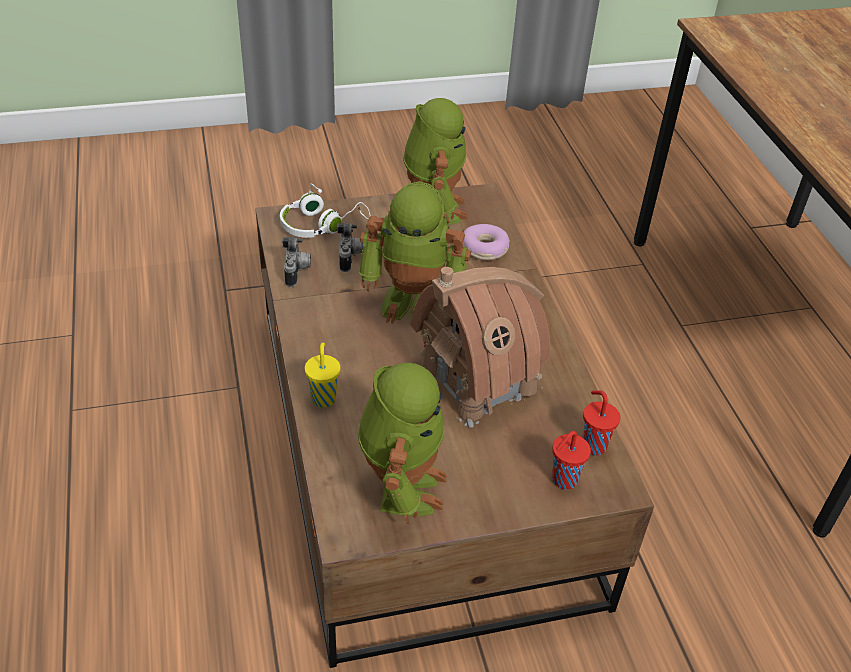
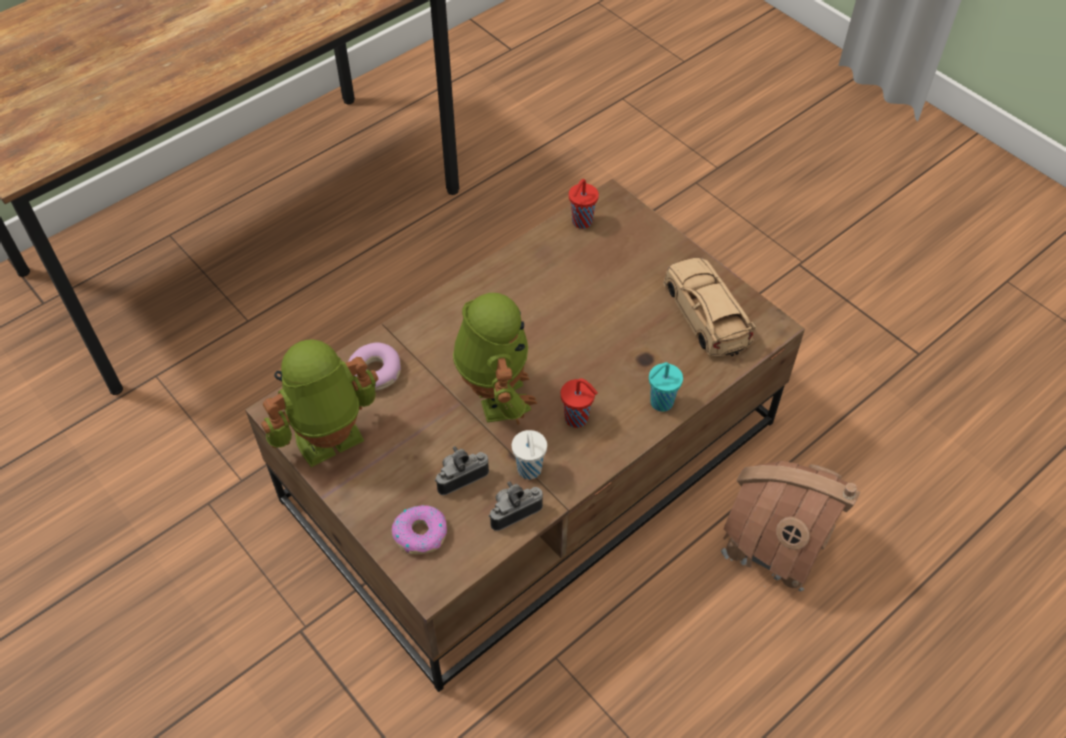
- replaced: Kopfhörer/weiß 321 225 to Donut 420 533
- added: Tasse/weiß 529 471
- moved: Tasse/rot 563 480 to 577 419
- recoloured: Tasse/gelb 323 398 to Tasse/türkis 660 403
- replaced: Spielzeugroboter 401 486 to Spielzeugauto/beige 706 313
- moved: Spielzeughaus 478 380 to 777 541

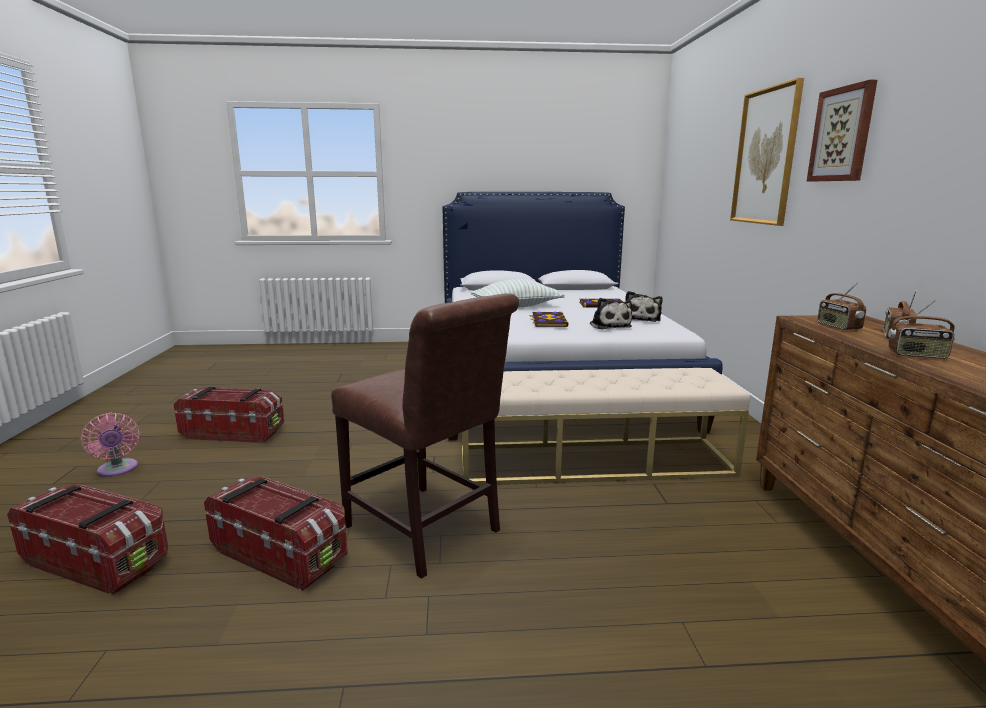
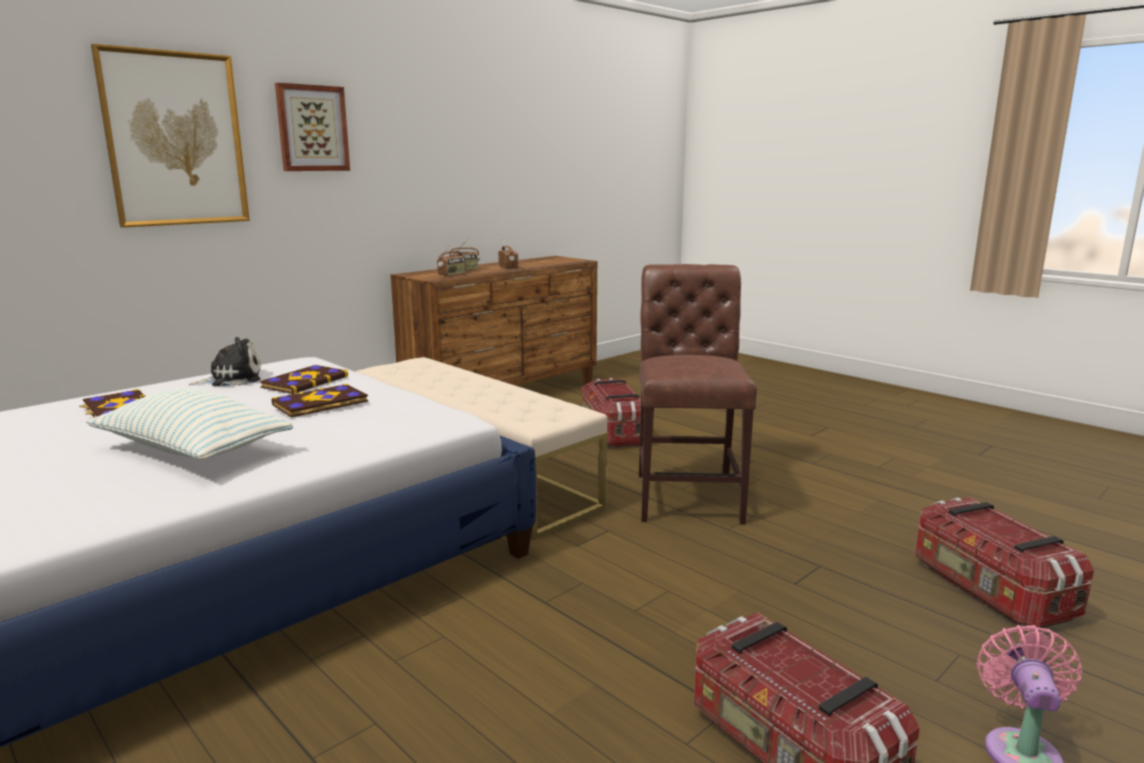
- replaced: Plüschtier 609 326 to Buch 304 382
- moved: Aufbewahrungsbox 281 554 to 612 432

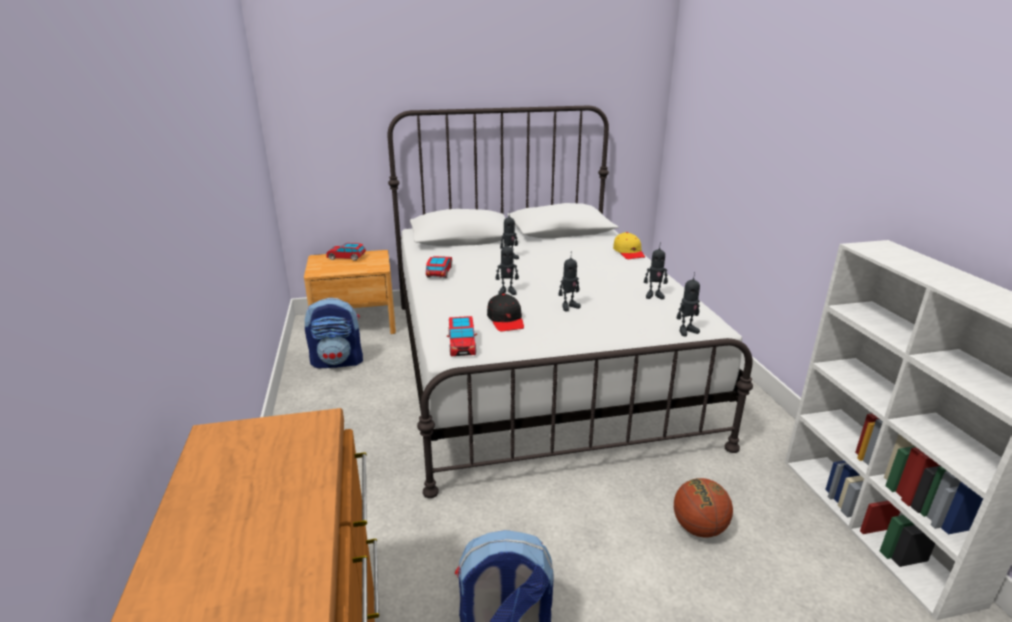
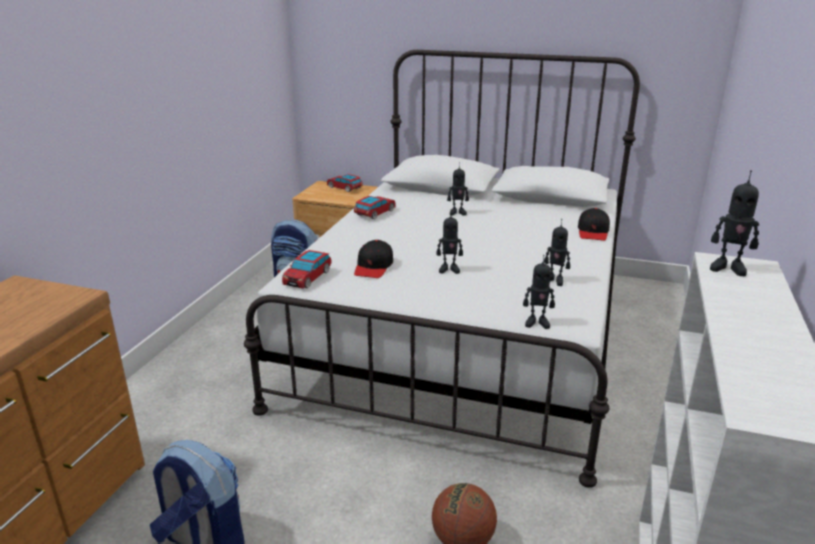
- recoloured: Kappe/gelb 629 252 to Kappe/schwarz 593 232
- moved: Spielzeugroboter 507 292 to 728 268

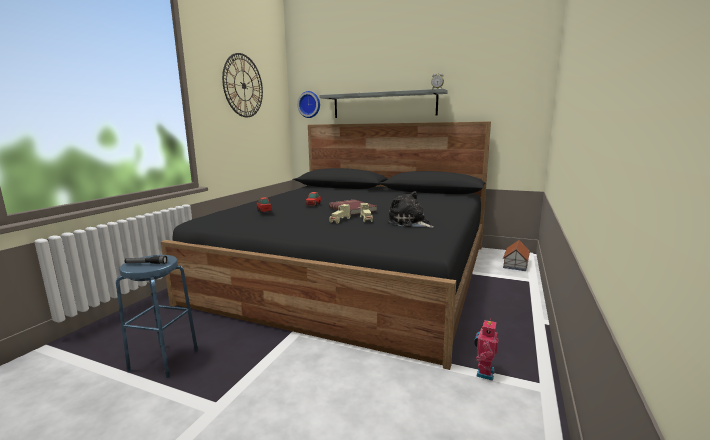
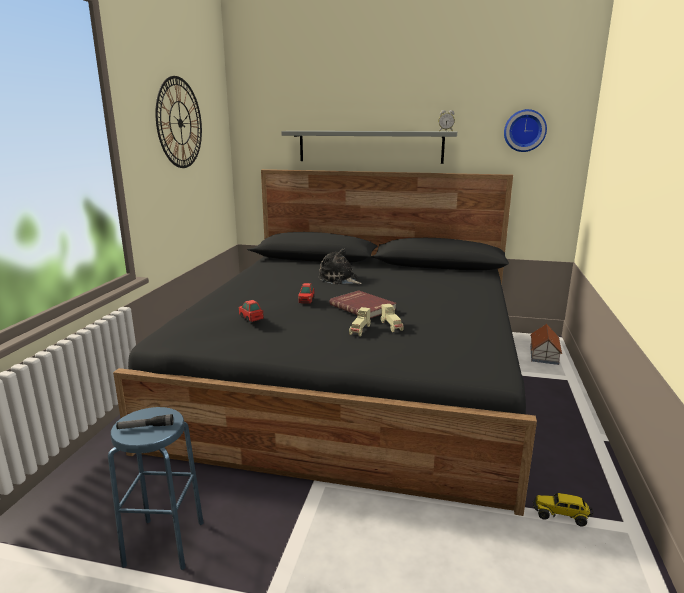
- moved: Plüschtier 409 222 to 339 279
- moved: Wanduhr 309 104 to 524 130
- replaced: Spielzeugroboter 483 373 to Spielzeuglaster 561 515

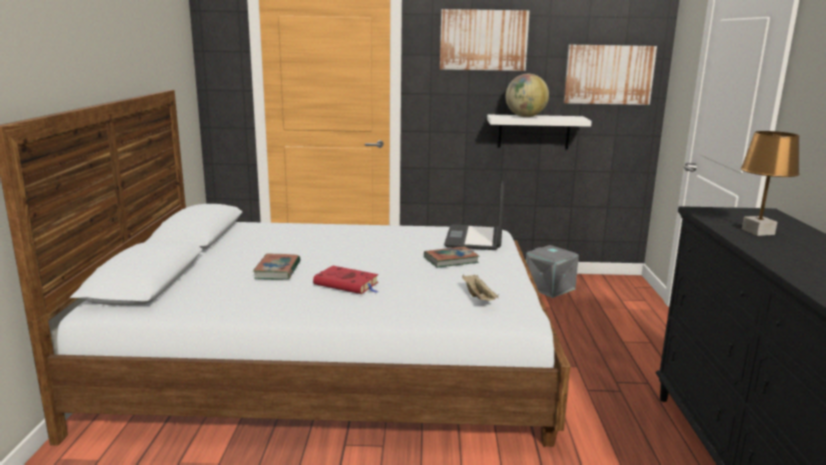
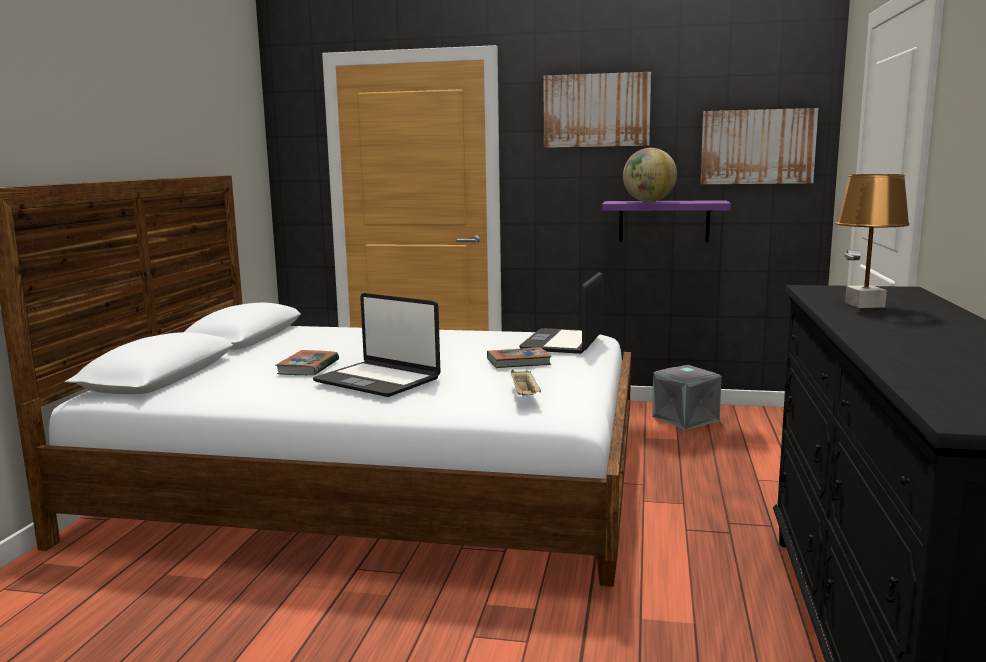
- replaced: Buch/rot 348 284 to Laptop 378 380
- recoloured: Wandregal/weiß 533 131 to Wandregal/lila 664 221

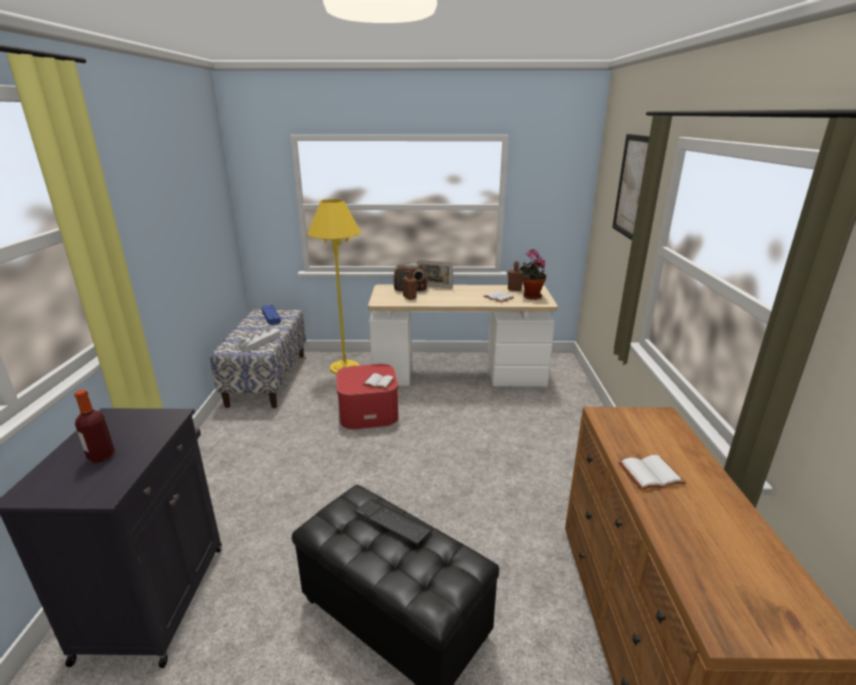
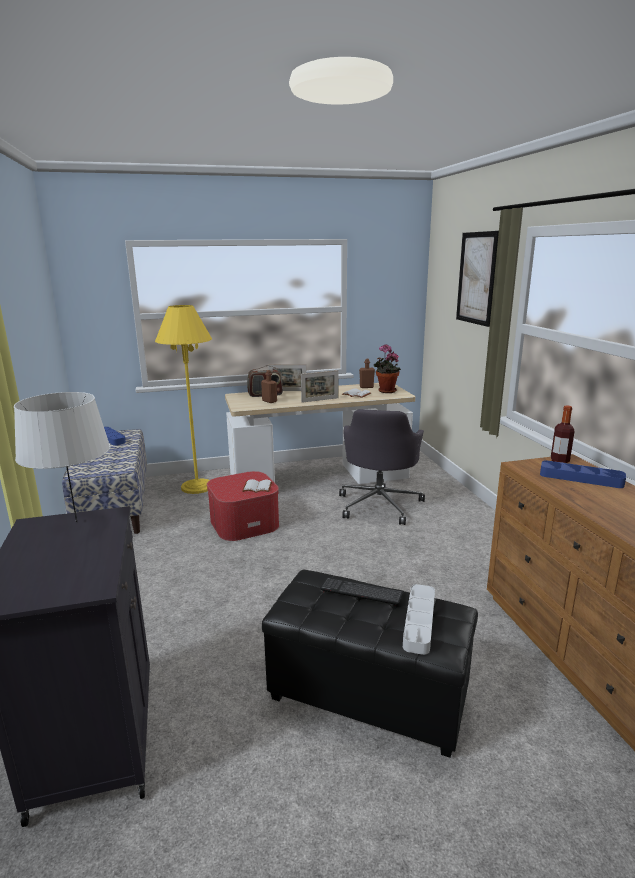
- added: Tischlampe/weiß 77 522
- added: Bilderrahmen 320 400
- added: Bürostuhl/grau 379 504
- moved: Tablett/grau 260 342 to 419 621
- added: Tablett/blau 581 478
- moved: Flasche 101 456 to 559 460
- removed: Buch/weiß 650 475

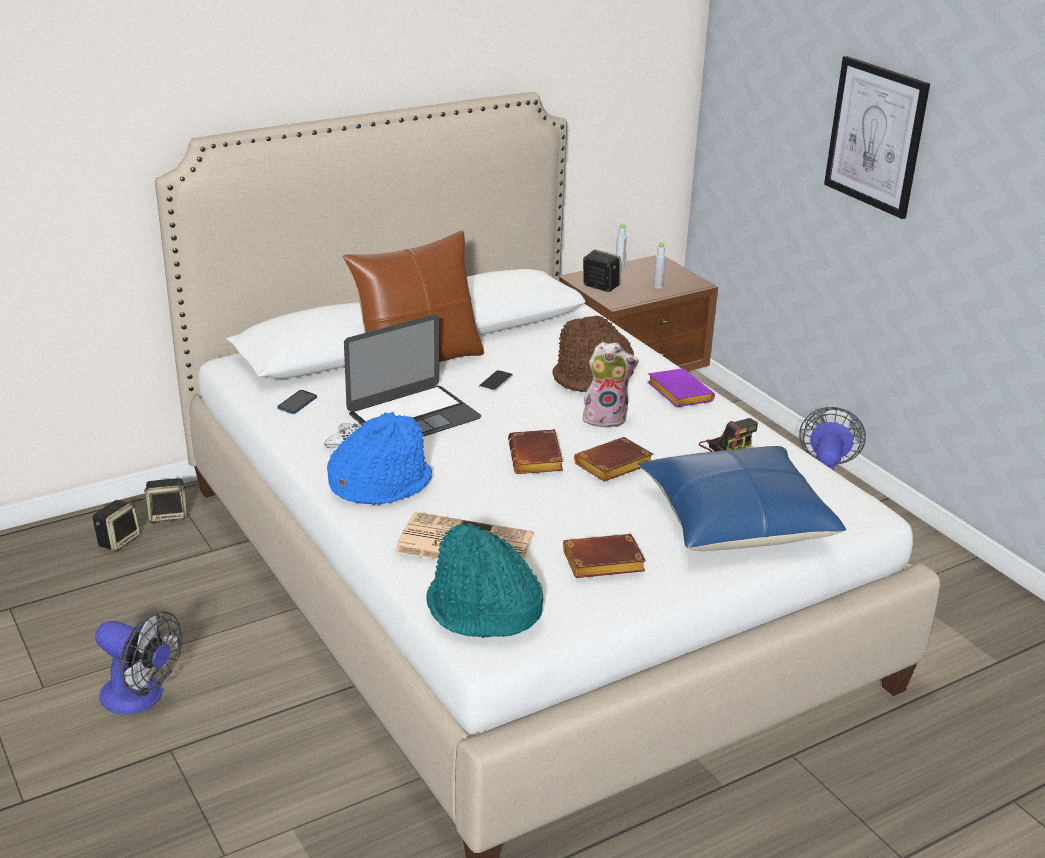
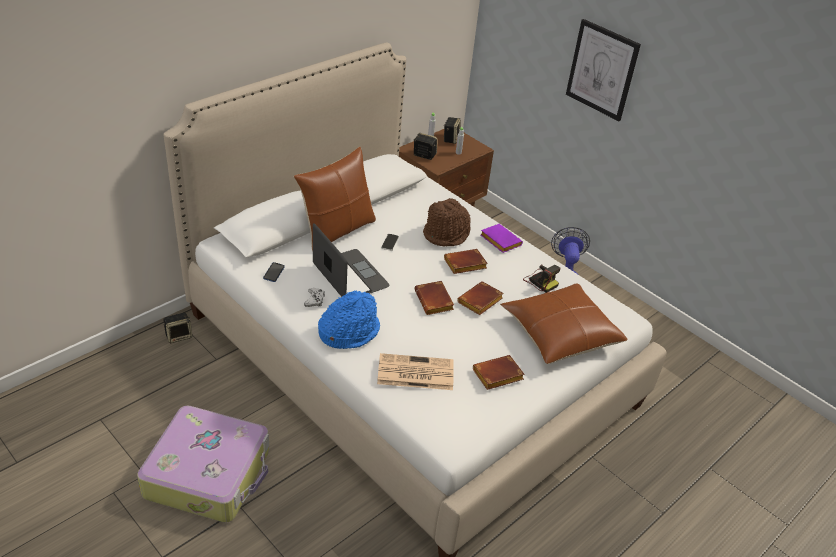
- replaced: Ventilator 141 698 to Koffer 209 473
- turned: Laptop 413 416 = 350 275 75 degrees counterclockwise
- moved: Lautsprecher 119 540 to 450 138
- replaced: Plüschtier 606 418 to Buch/braun 464 265
- recoloured: Kissen/blau 735 519 to Kissen/braun 560 333
- removed: Hut/türkis 482 611

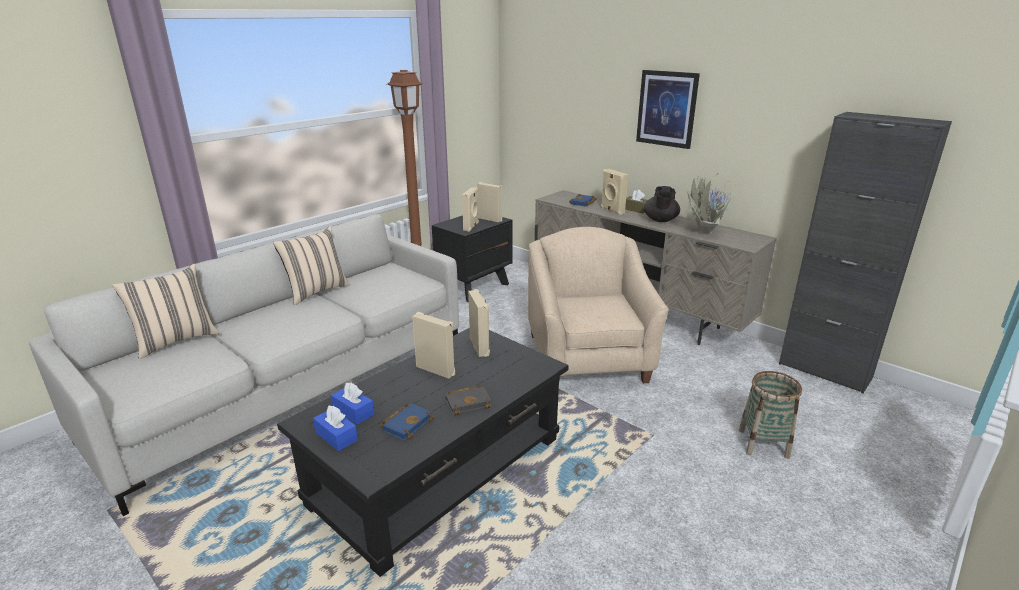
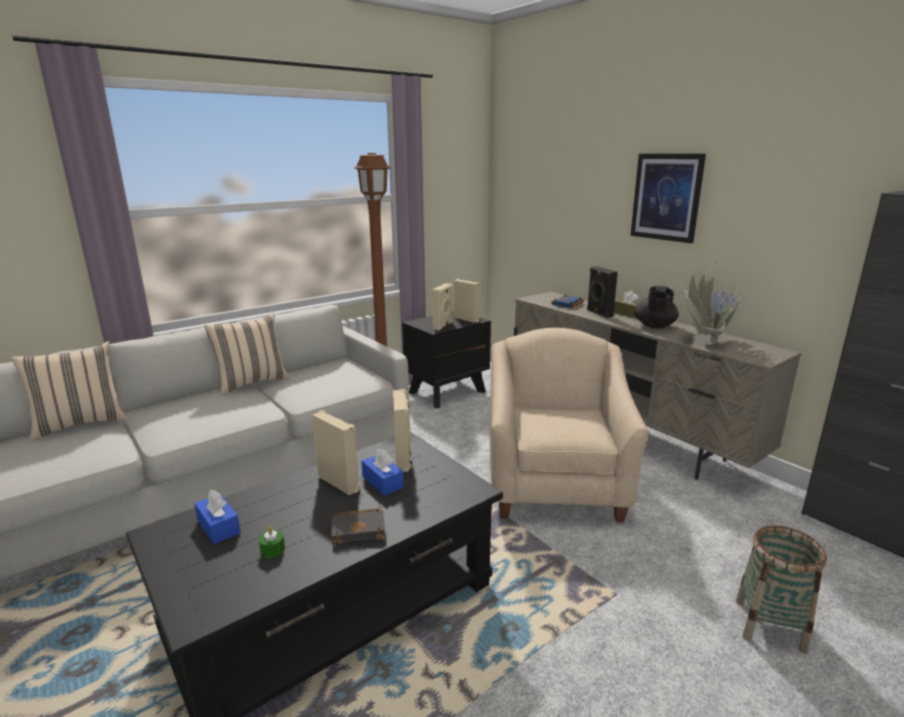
- replaced: Buch/blau 407 423 to Kerze/grün 272 550
- moved: Taschentuchbox/blau 336 436 to 382 482
- recoloured: Lautsprecher/beige 611 210 to Lautsprecher/schwarz 598 313

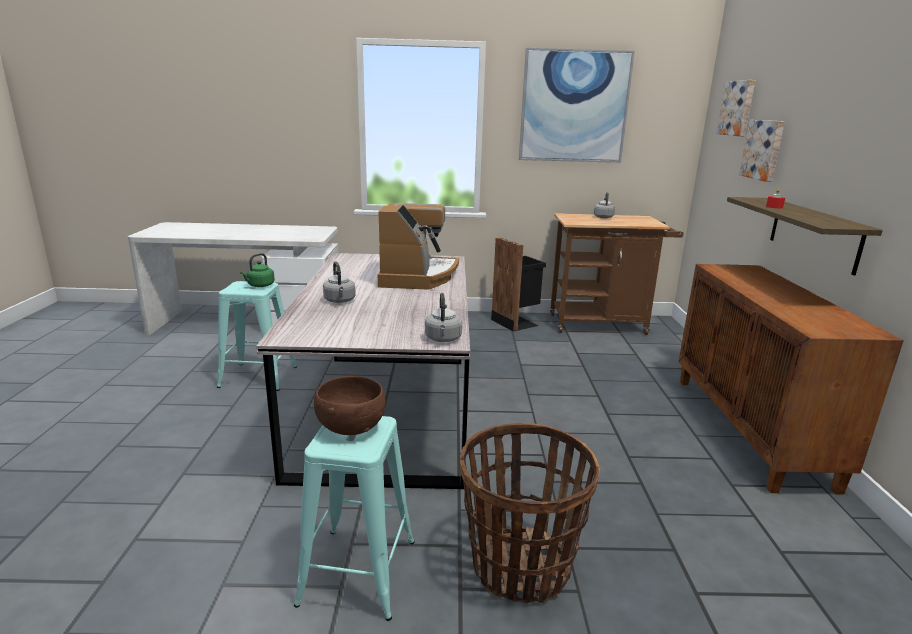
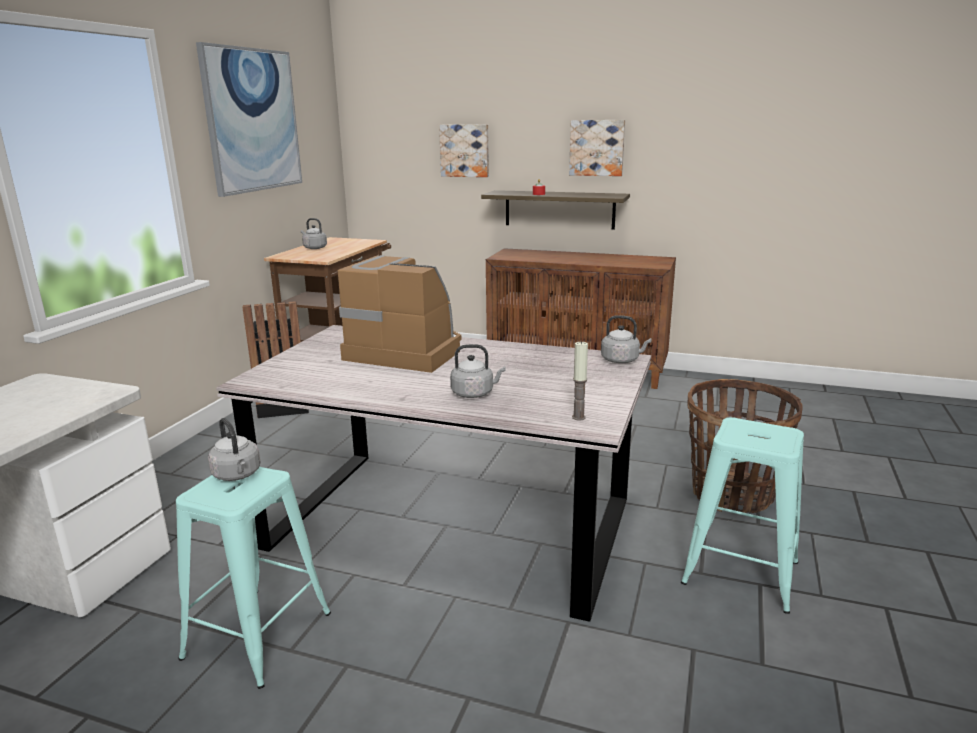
- recoloured: Wasserkessel/grün 259 285 to Wasserkessel/grau 237 475
- moved: Bild 738 108 to 597 147
- added: Kerze 578 417
- removed: Schüssel/braun 350 427

